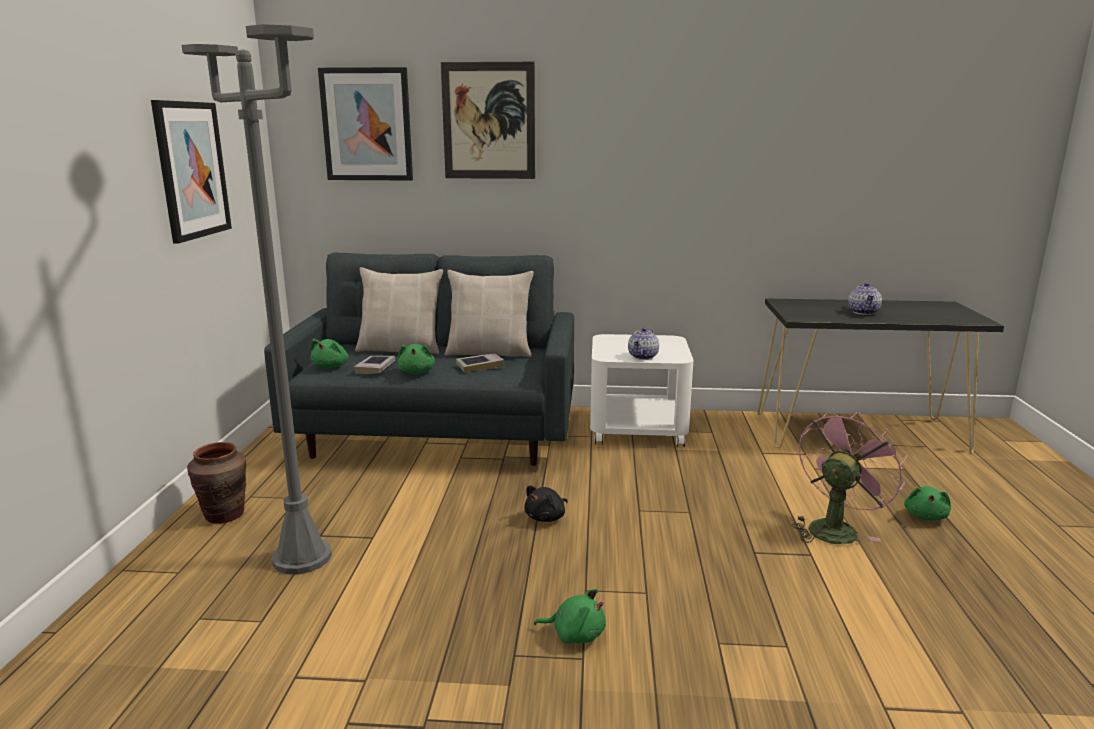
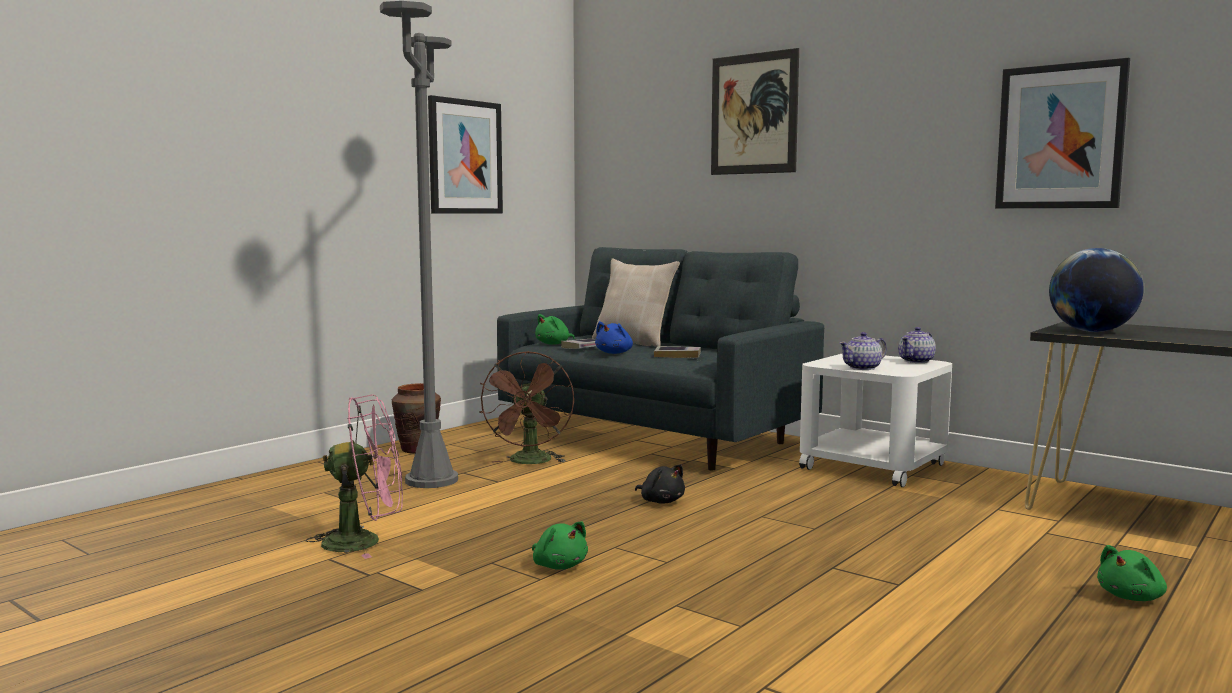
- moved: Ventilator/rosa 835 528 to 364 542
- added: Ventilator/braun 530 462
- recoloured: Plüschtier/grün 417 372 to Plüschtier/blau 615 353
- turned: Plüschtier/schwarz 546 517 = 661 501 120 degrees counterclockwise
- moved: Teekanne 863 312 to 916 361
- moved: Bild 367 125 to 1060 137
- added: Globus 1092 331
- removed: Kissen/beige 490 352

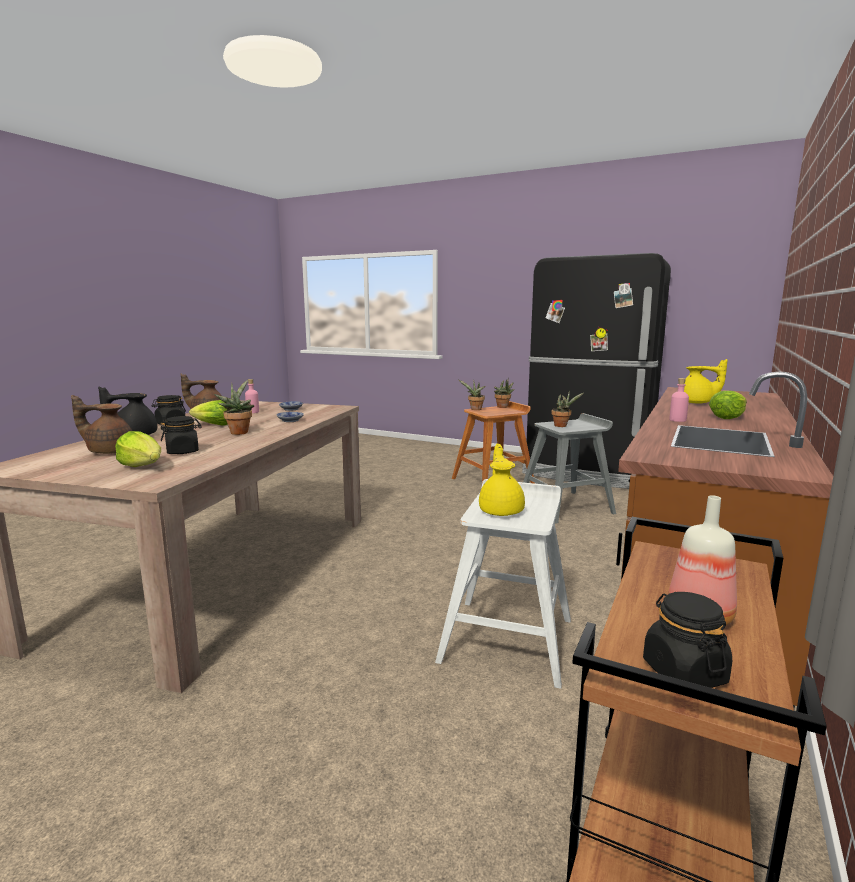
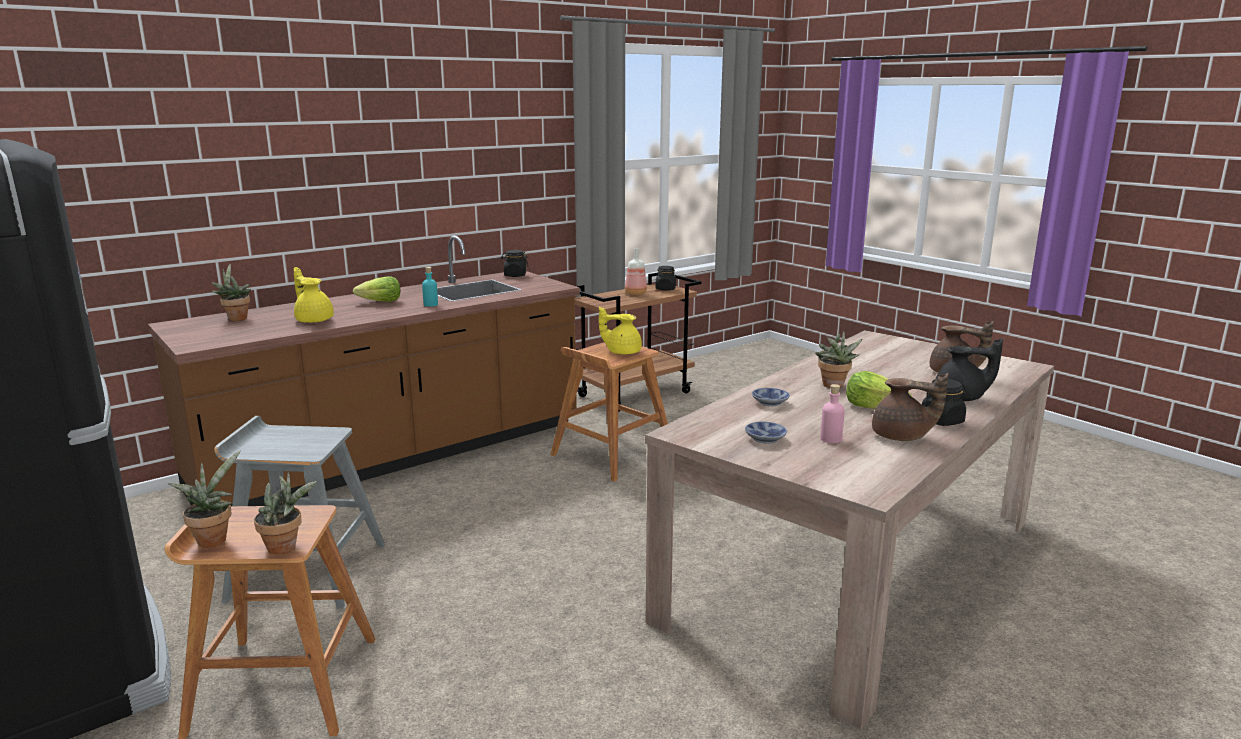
- moved: Topfpflanze 562 426 to 236 318
- recoloured: Flasche/rosa 677 420 to Flasche/türkis 430 304
- moved: Vorratsglas/schwarz 183 451 to 515 275
- recoloured: Hocker/weiß 508 639 to Hocker/braun 611 454
- turned: Teekanne/gelb 501 510 = 622 352 75 degrees clockwise
- removed: Salatkopf 143 466

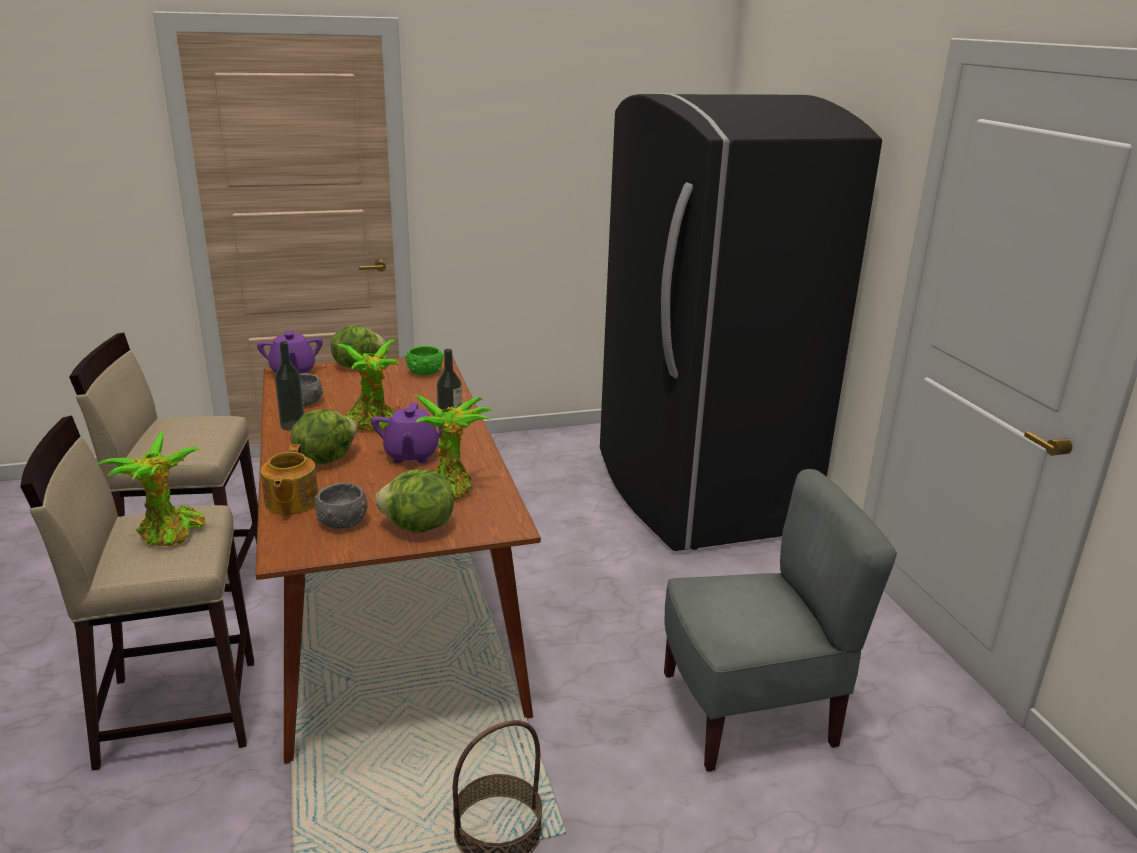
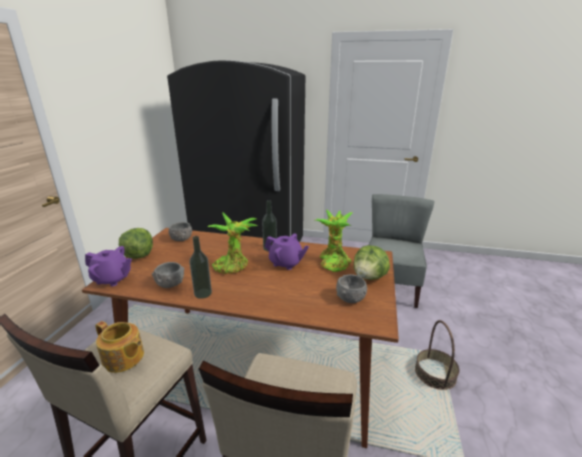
- moved: Teekanne 291 502 to 123 358
- recoloured: Schüssel/grün 425 372 to Schüssel/grau 181 238
- removed: Topfpflanze 169 534
- removed: Salatkopf 325 458

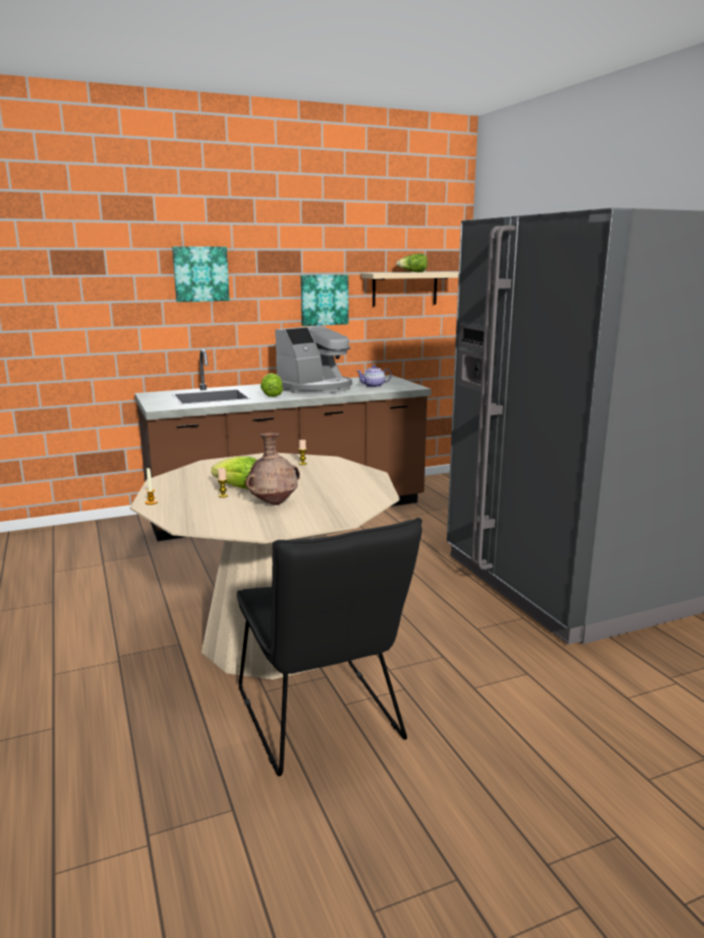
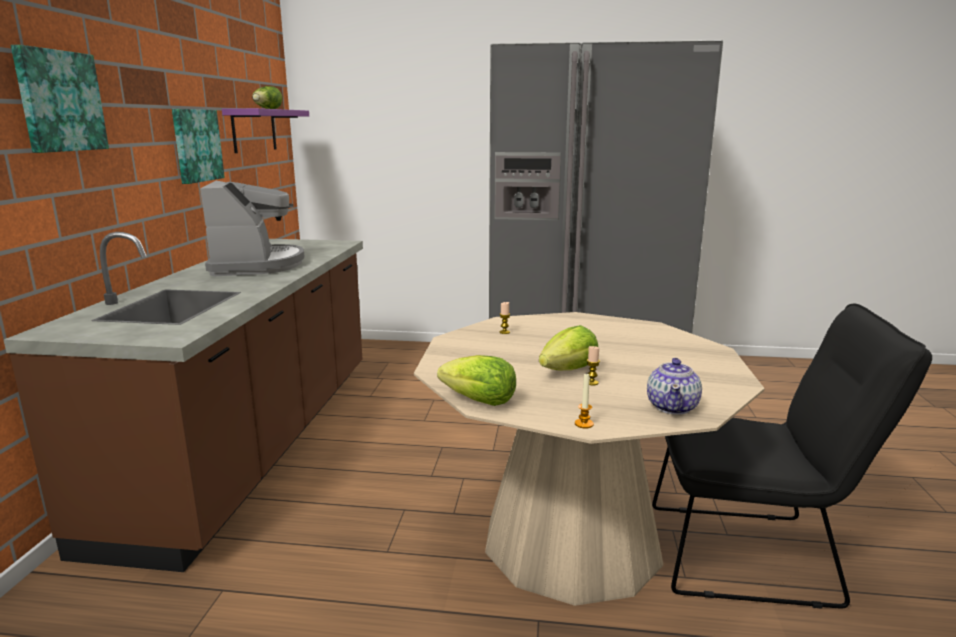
- recoloured: Wandregal/beige 404 289 to Wandregal/lila 254 130
- moved: Salatkopf 272 395 to 480 401
- moved: Teekanne 374 386 to 673 407
- removed: Vase/braun 274 503

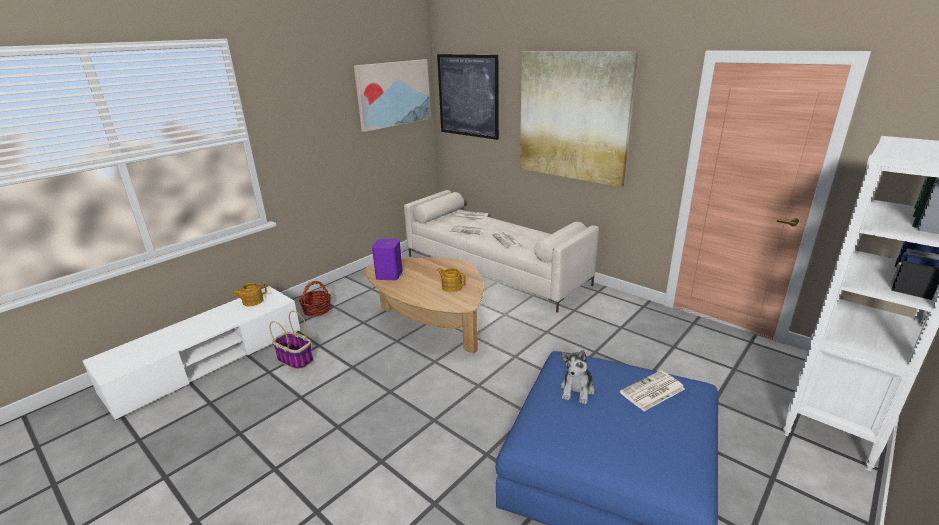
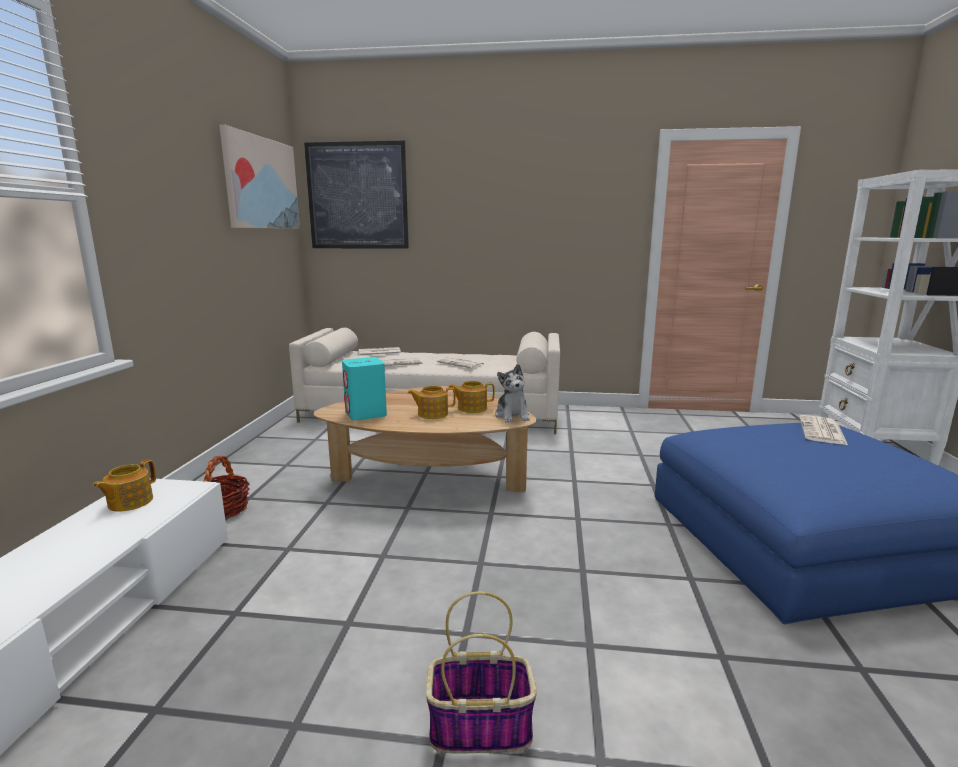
- recoloured: Lautsprecher/lila 389 275 to Lautsprecher/türkis 366 414
- added: Teekanne 432 414
- moved: Korb 296 360 to 481 727
- moved: Plüschtier 577 390 to 512 416
- removed: Bild 573 116

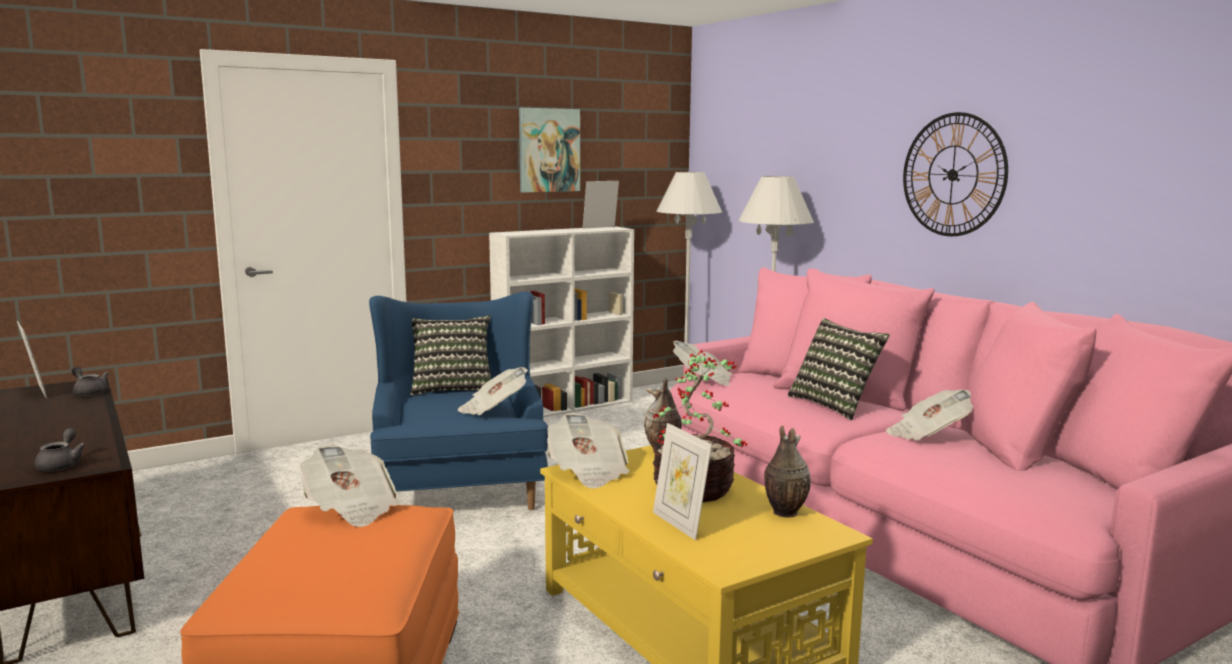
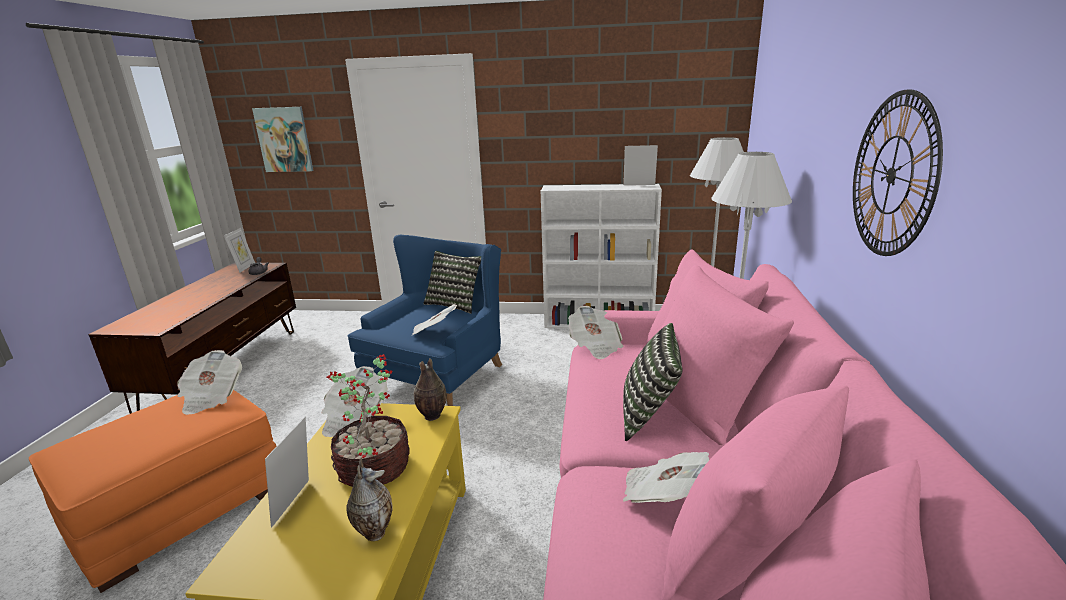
- moved: Bild 549 150 to 284 139
- removed: Teekanne/grau 61 464

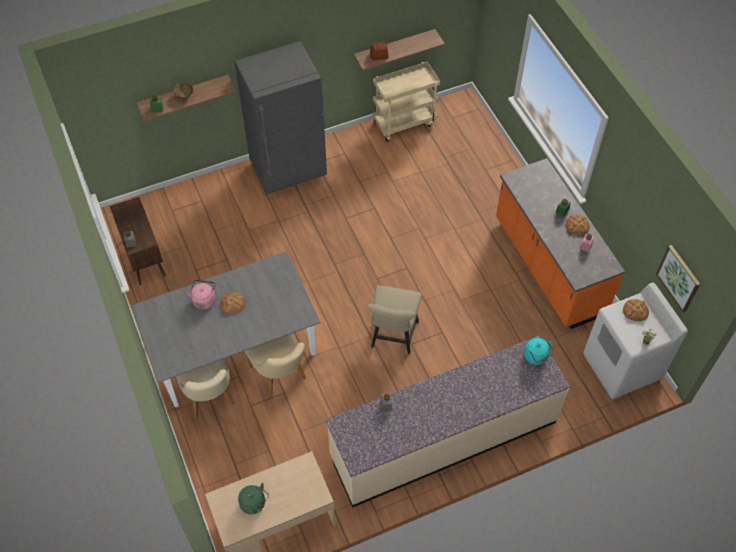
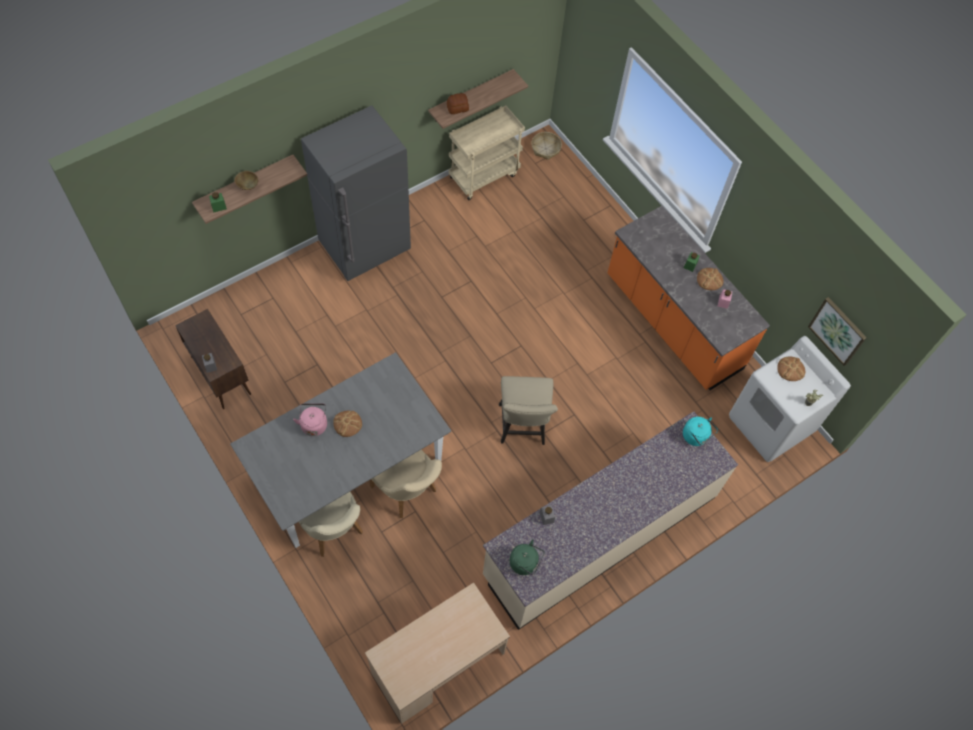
- moved: Wasserkessel/grün 254 504 to 525 563
- added: Korb 545 149

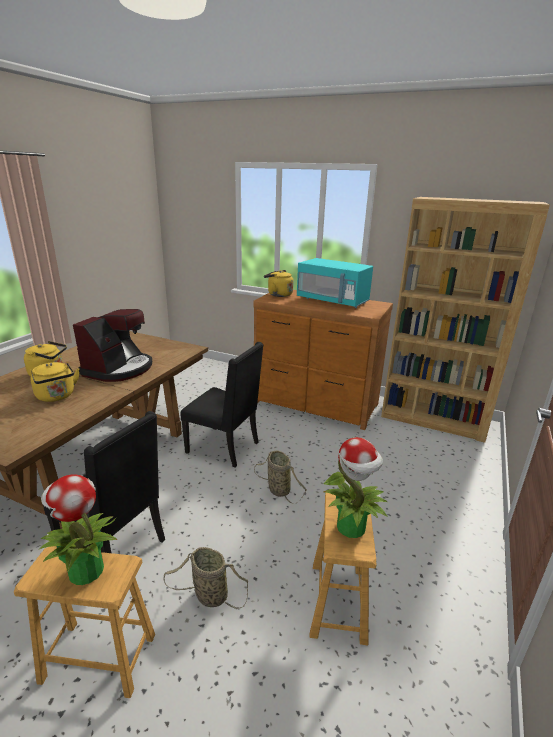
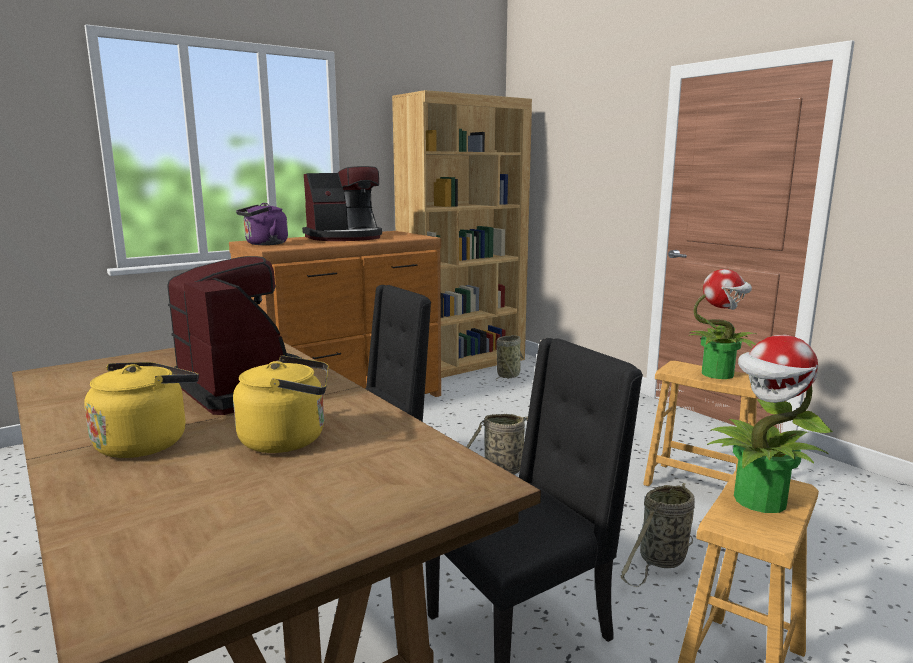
- recoloured: Wasserkessel/gelb 278 294 to Wasserkessel/lila 264 244
- replaced: Mikrowelle/türkis 332 301 to Kaffeemaschine 345 237
- added: Korb 509 375

